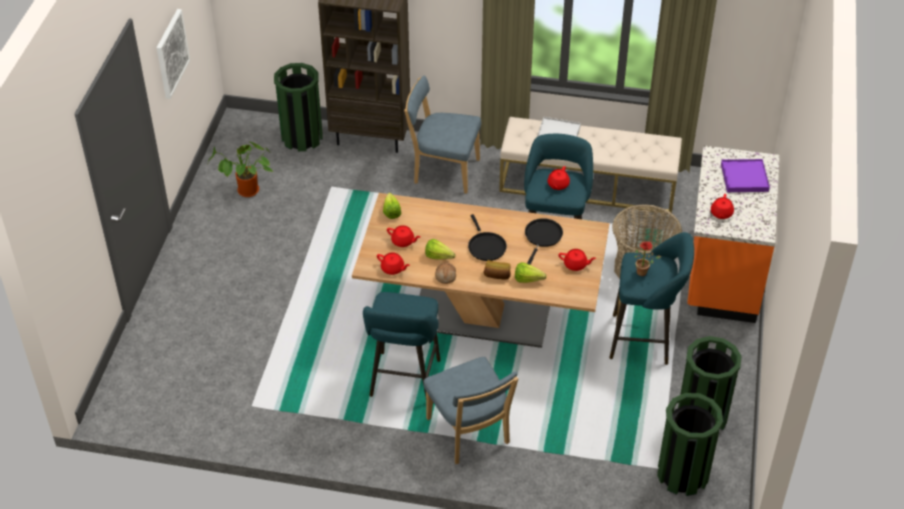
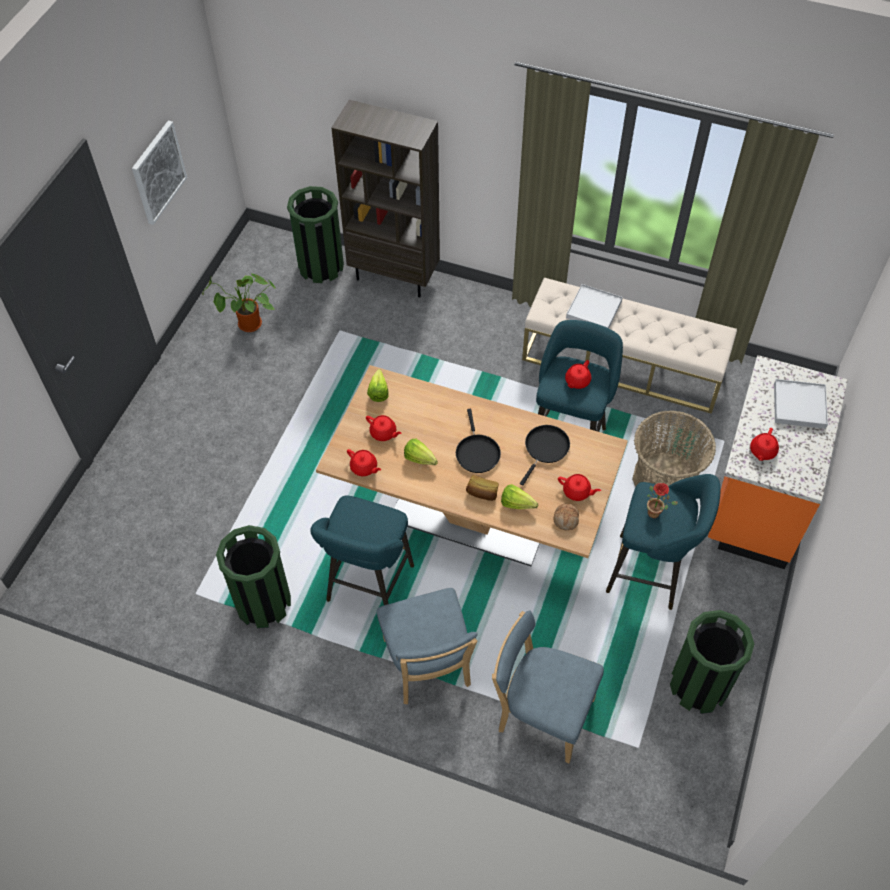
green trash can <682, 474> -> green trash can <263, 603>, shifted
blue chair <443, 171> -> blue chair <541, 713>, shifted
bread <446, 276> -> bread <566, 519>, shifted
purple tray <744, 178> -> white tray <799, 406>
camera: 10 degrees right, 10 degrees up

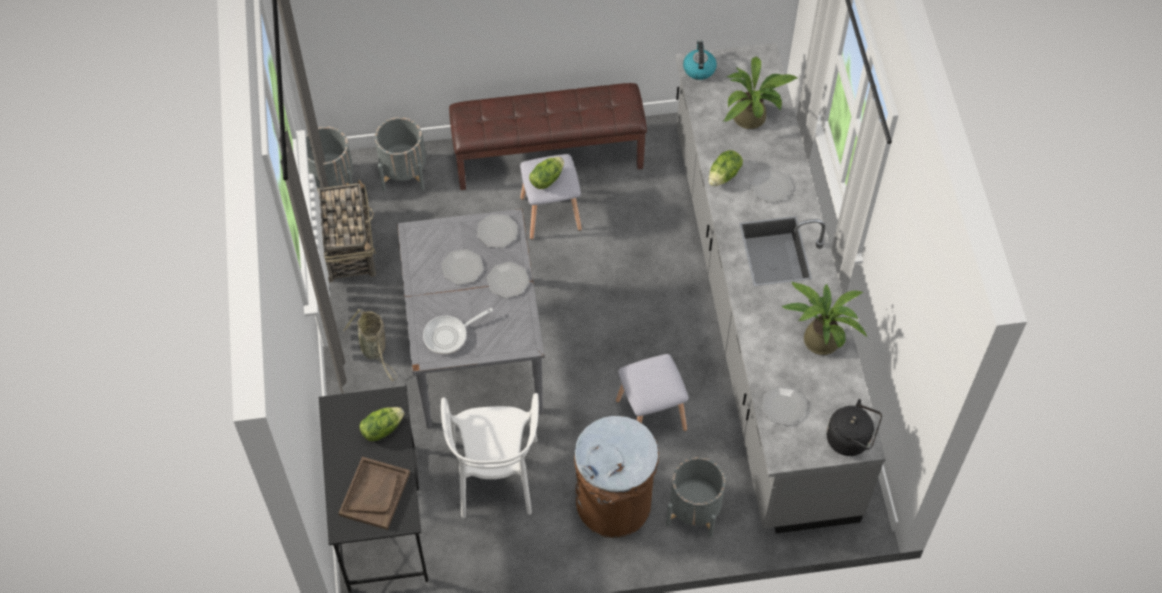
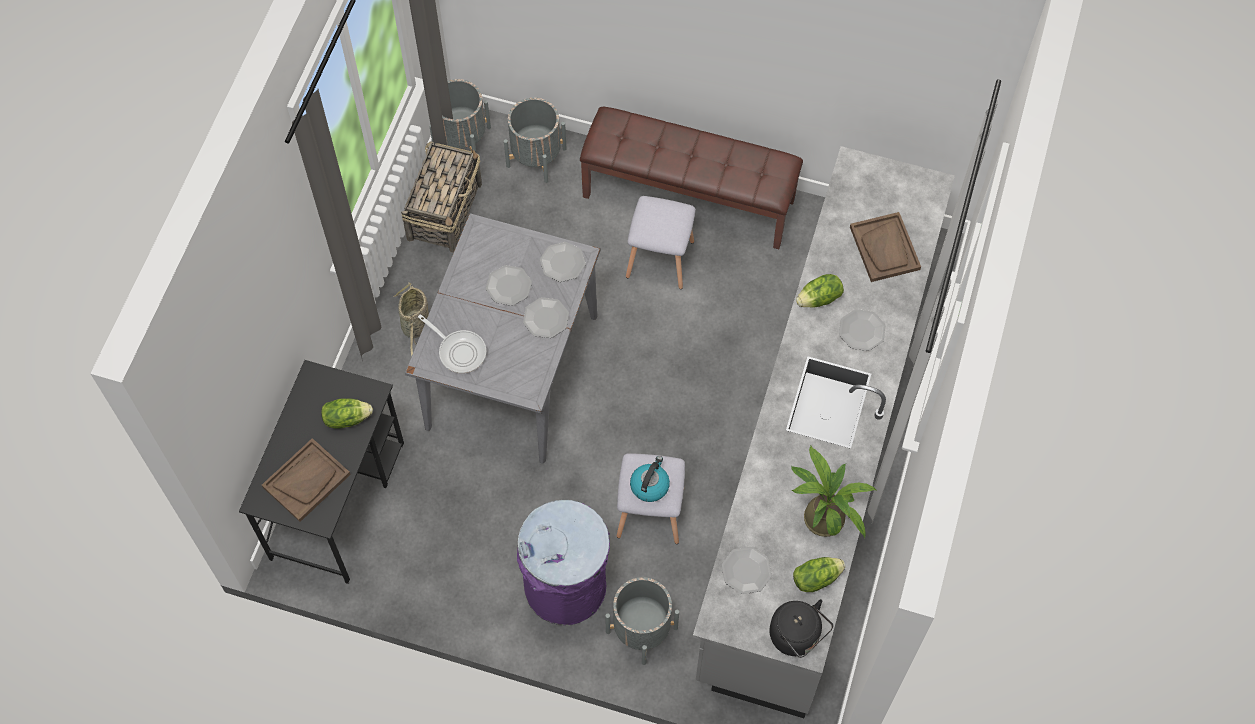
frying pan <449, 335> -> frying pan <459, 351>, 135 degrees counterclockwise
brown trash can <614, 503> -> purple trash can <566, 587>
kettle <699, 68> -> kettle <649, 485>, shifted
lettuce <546, 179> -> lettuce <816, 578>, shifted
potted plant <753, 118> -> brown tray <885, 248>
white chair <495, 476> -> none
camera: 25 degrees right, 5 degrees up

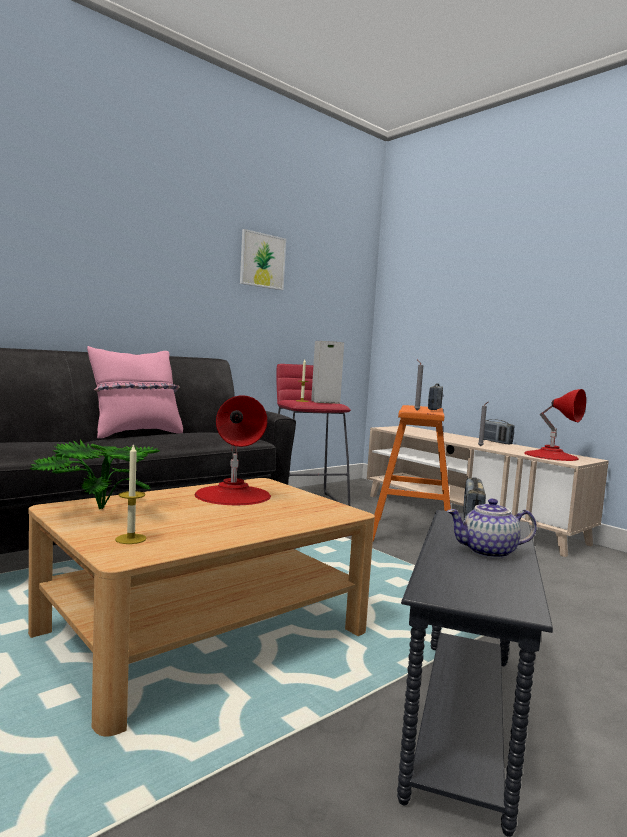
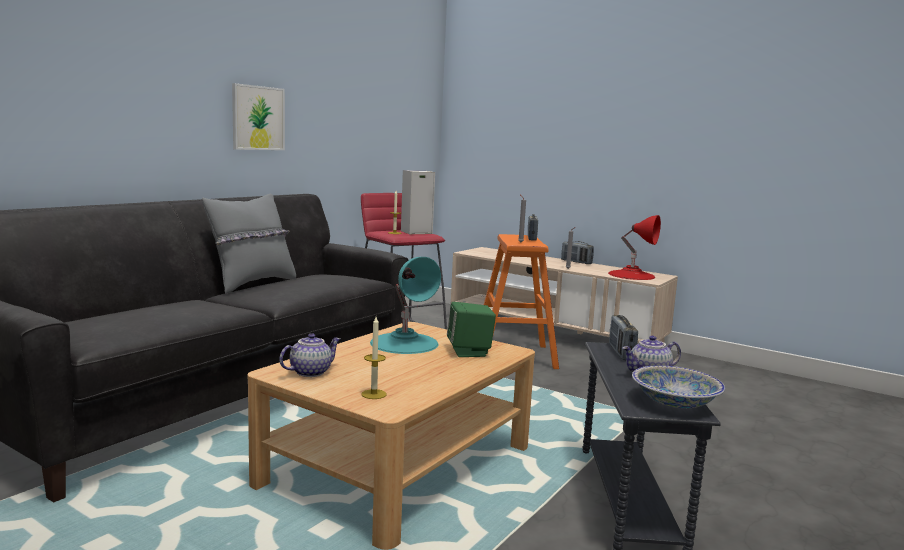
pink pillow <136, 434> -> grey pillow <252, 283>
picture <262, 260> -> picture <258, 118>, shifted
potted plant <95, 511> -> teapot <310, 372>
red table lamp <233, 495> -> turquoise table lamp <404, 343>
none -> green speaker <469, 352>
none -> bowl <674, 402>
camera: 15 degrees left, 5 degrees up

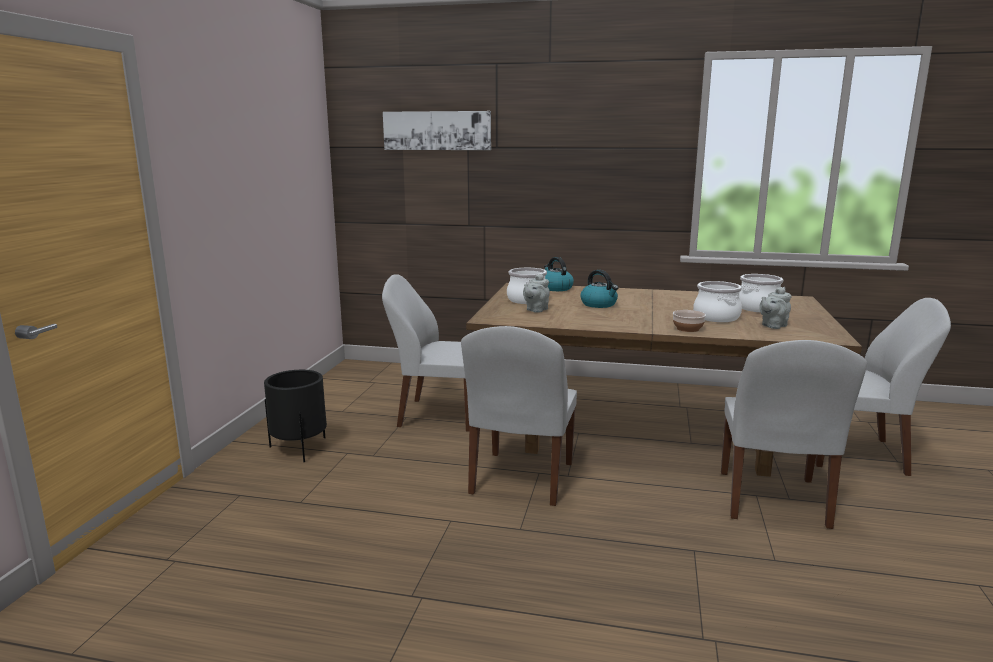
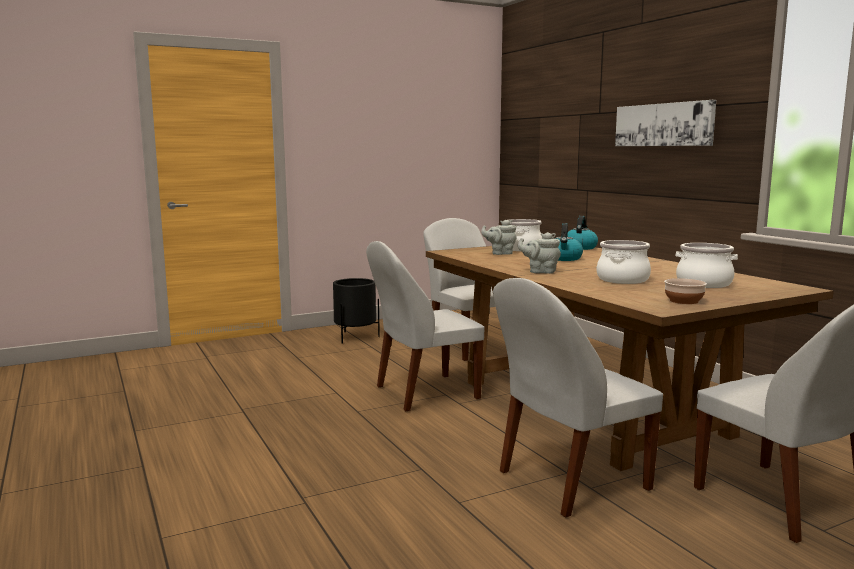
grey teapot <772, 326> -> grey teapot <540, 271>, shifted
picture <437, 130> -> picture <663, 125>, shifted
bowl <688, 329> -> bowl <683, 301>, shifted
camera: 50 degrees right, 5 degrees down

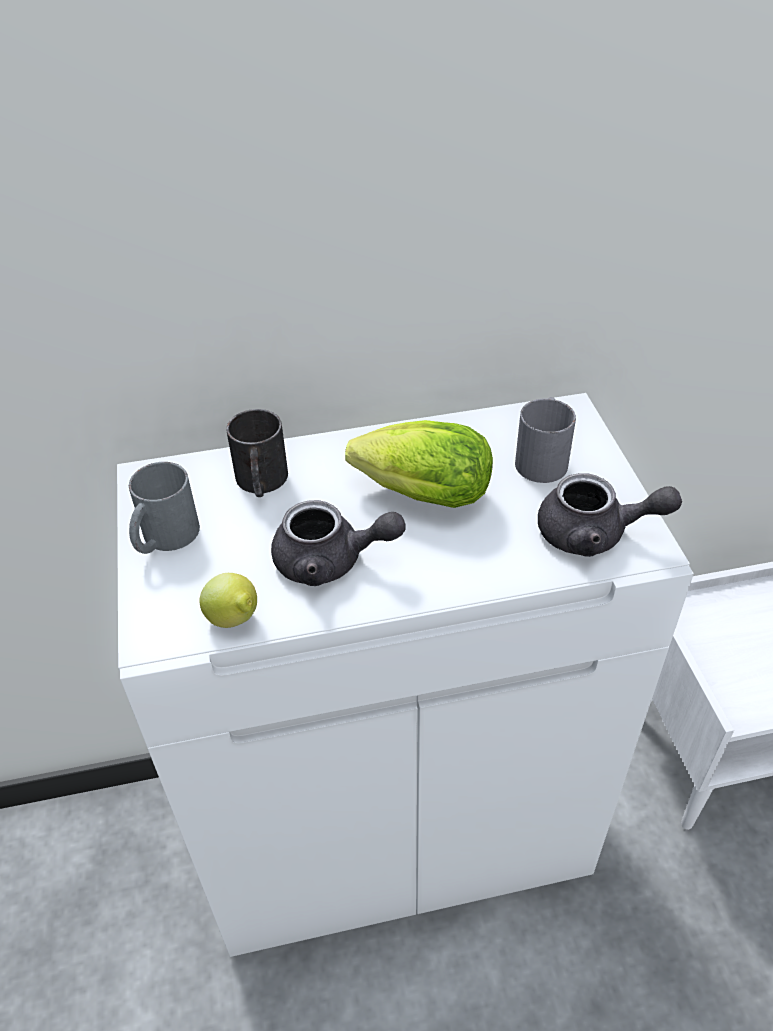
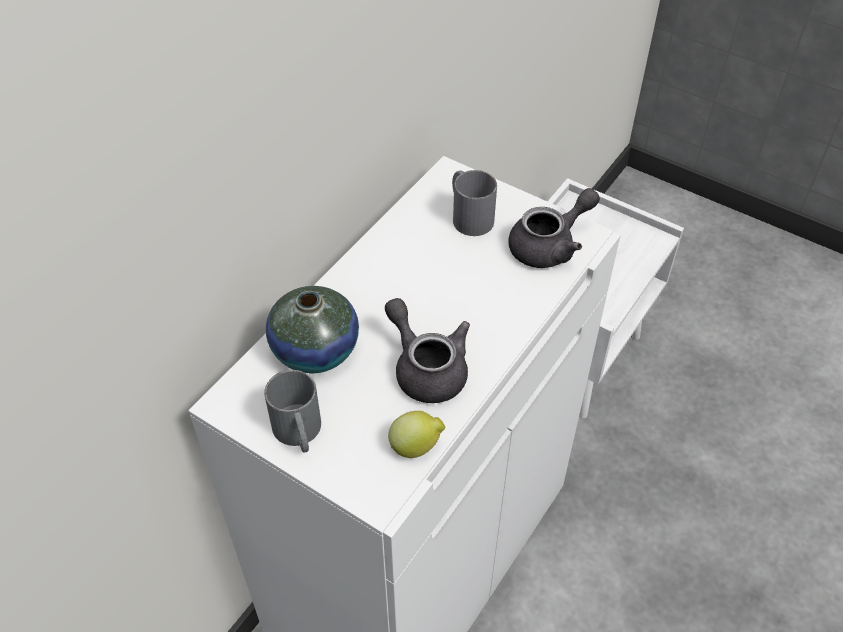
black mug <261, 483> -> vase <315, 350>
grey teapot <331, 561> -> grey teapot <426, 368>, 90 degrees counterclockwise
lettuce <416, 494> -> none
camera: 45 degrees left, 5 degrees up

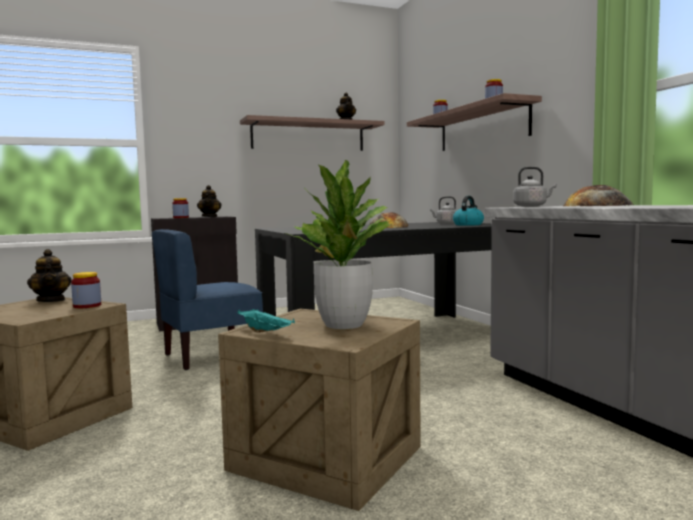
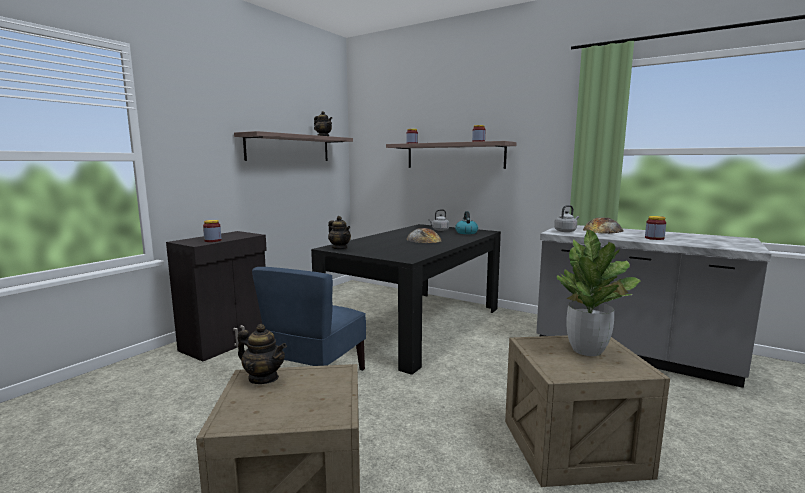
teapot <210, 217> -> teapot <339, 248>, shifted
jar <87, 306> -> jar <654, 238>, shifted
turquoise tray <266, 332> -> none
camera: 35 degrees left, 5 degrees up

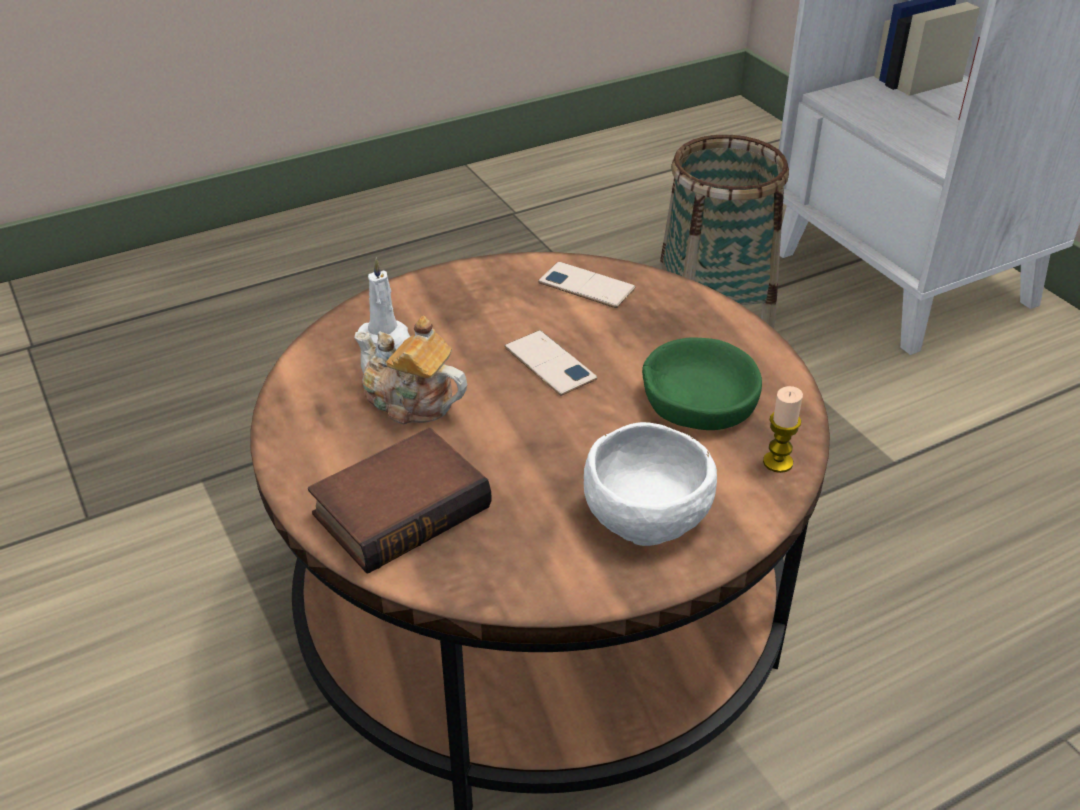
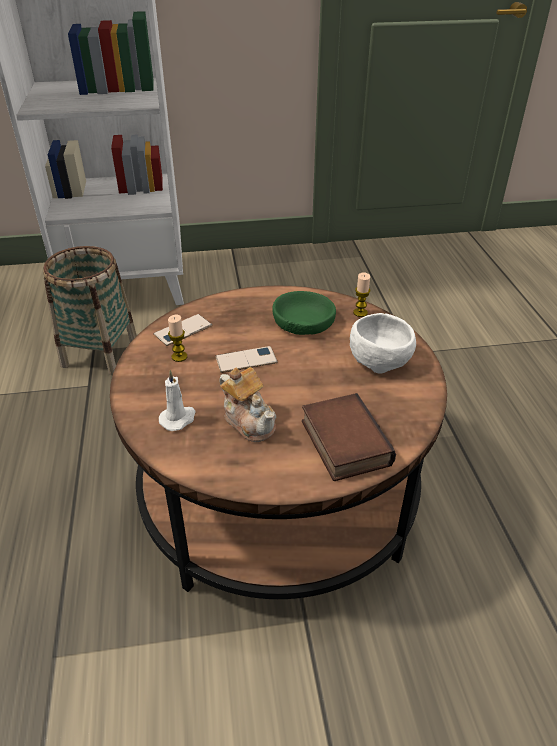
none -> candle <179, 357>
teapot <410, 402> -> teapot <249, 420>, 90 degrees counterclockwise
camera: 70 degrees left, 0 degrees up

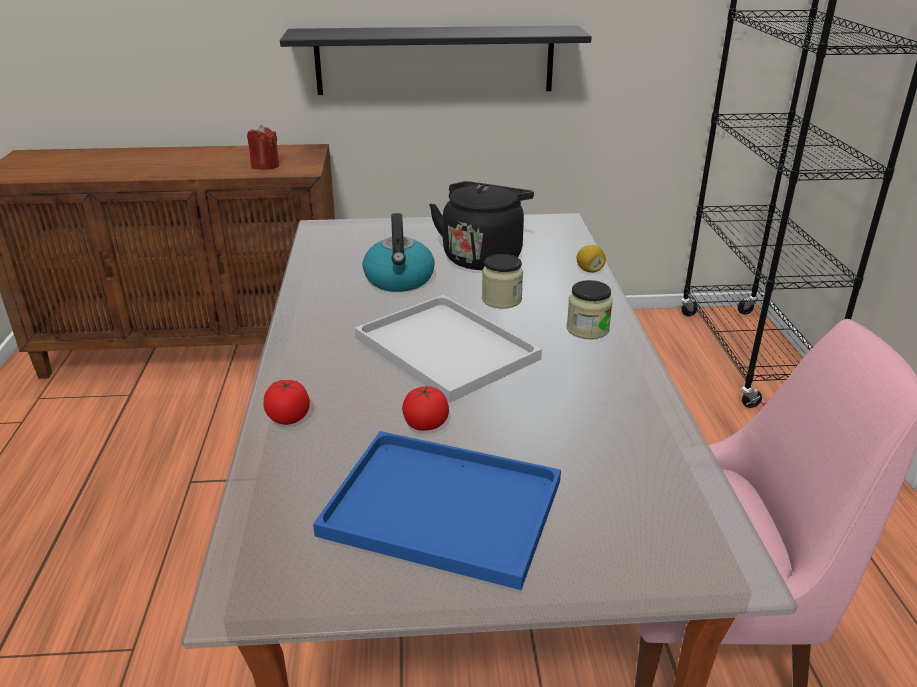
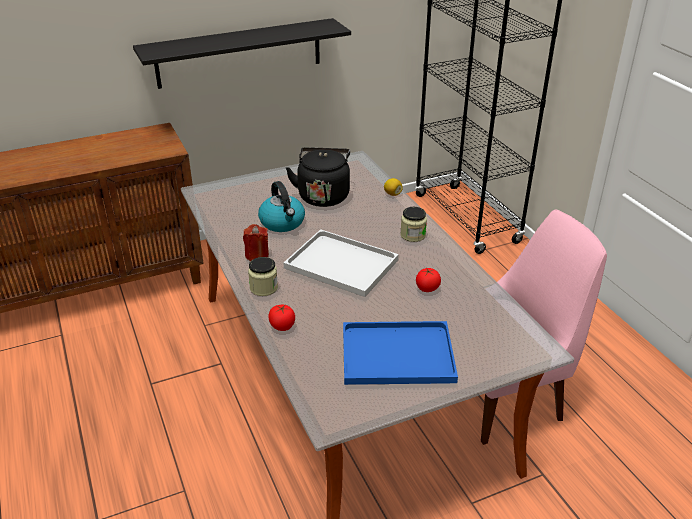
red candle <265, 165> -> red candle <257, 255>, shifted
jar <501, 300> -> jar <264, 288>, shifted
tomato <425, 424> -> tomato <427, 288>, shifted
camera: 20 degrees left, 5 degrees up

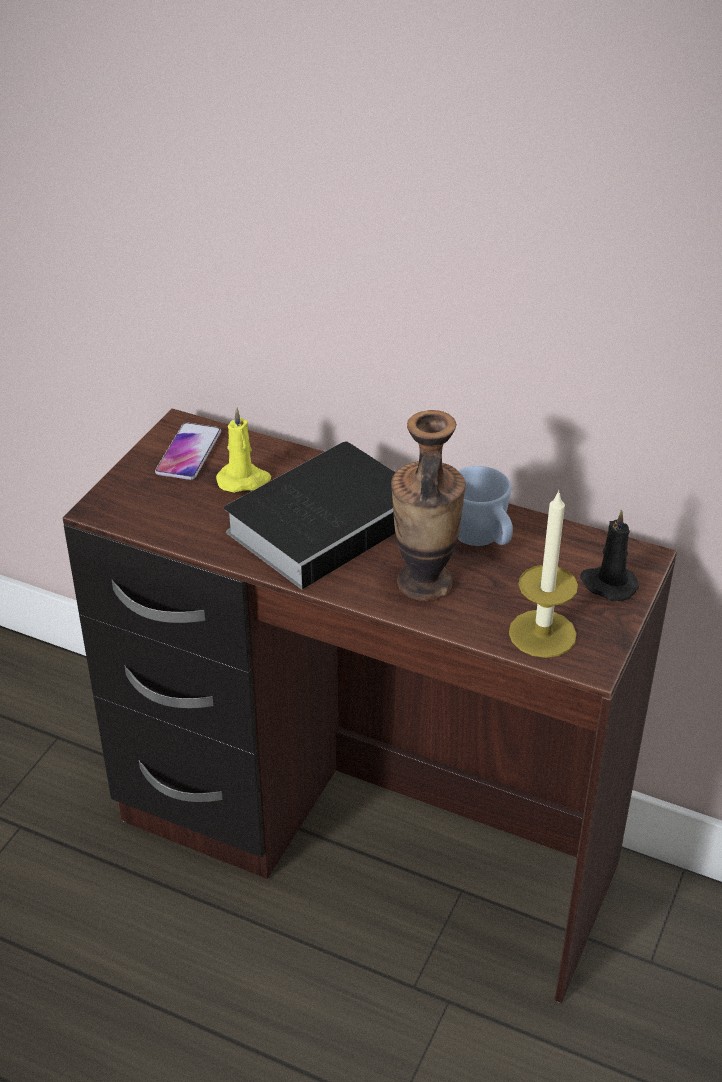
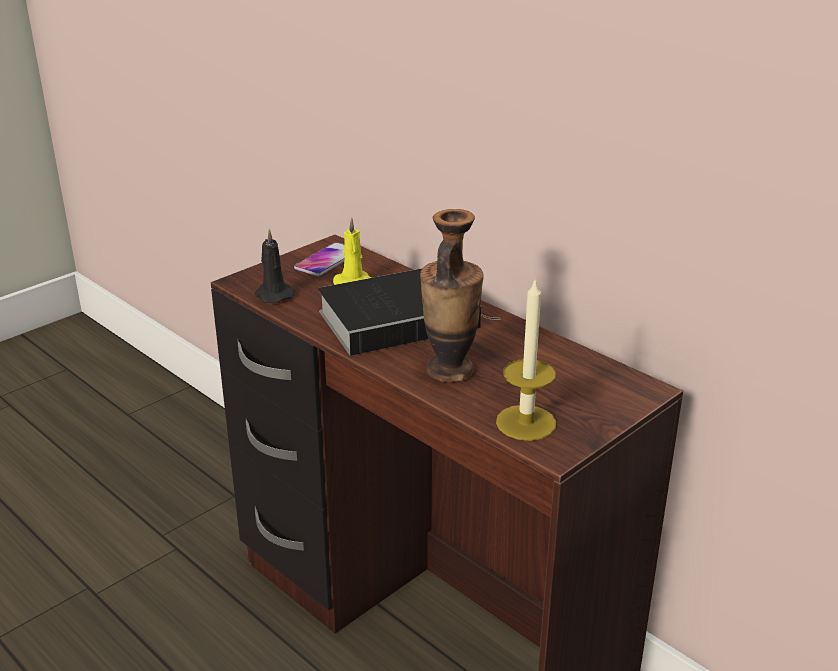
black candle <607, 584> -> black candle <273, 294>, shifted
blue mug <482, 539> -> none
camera: 20 degrees right, 10 degrees down

